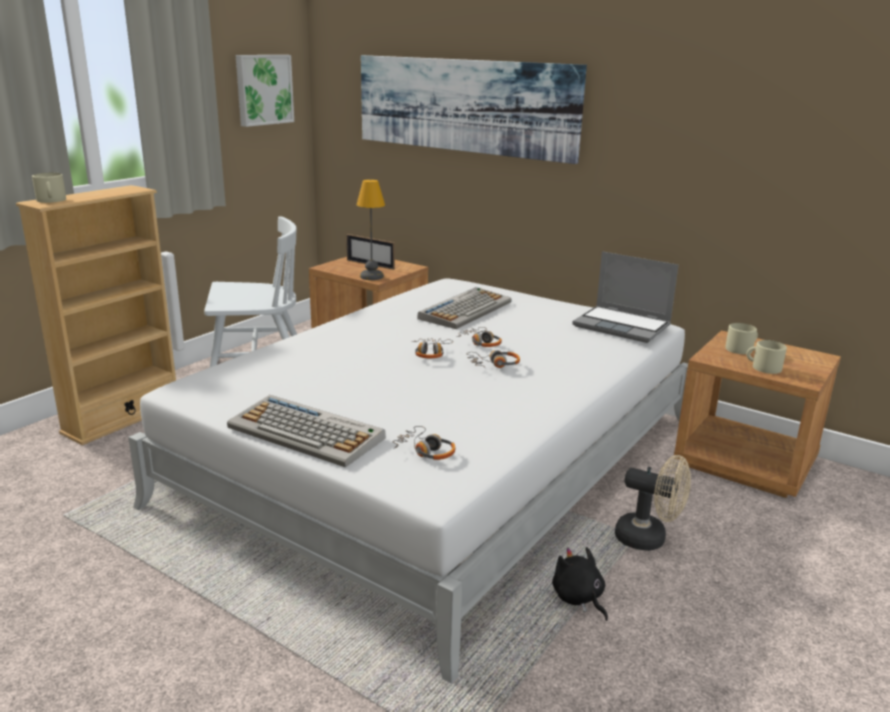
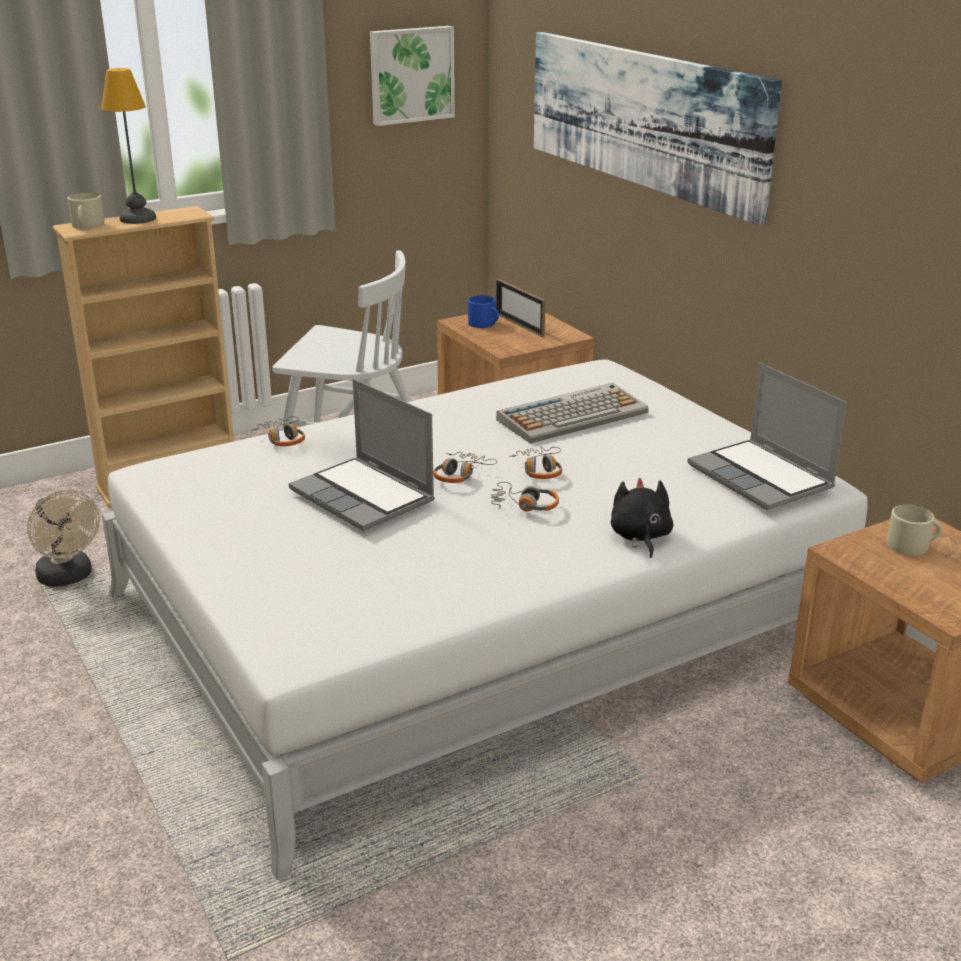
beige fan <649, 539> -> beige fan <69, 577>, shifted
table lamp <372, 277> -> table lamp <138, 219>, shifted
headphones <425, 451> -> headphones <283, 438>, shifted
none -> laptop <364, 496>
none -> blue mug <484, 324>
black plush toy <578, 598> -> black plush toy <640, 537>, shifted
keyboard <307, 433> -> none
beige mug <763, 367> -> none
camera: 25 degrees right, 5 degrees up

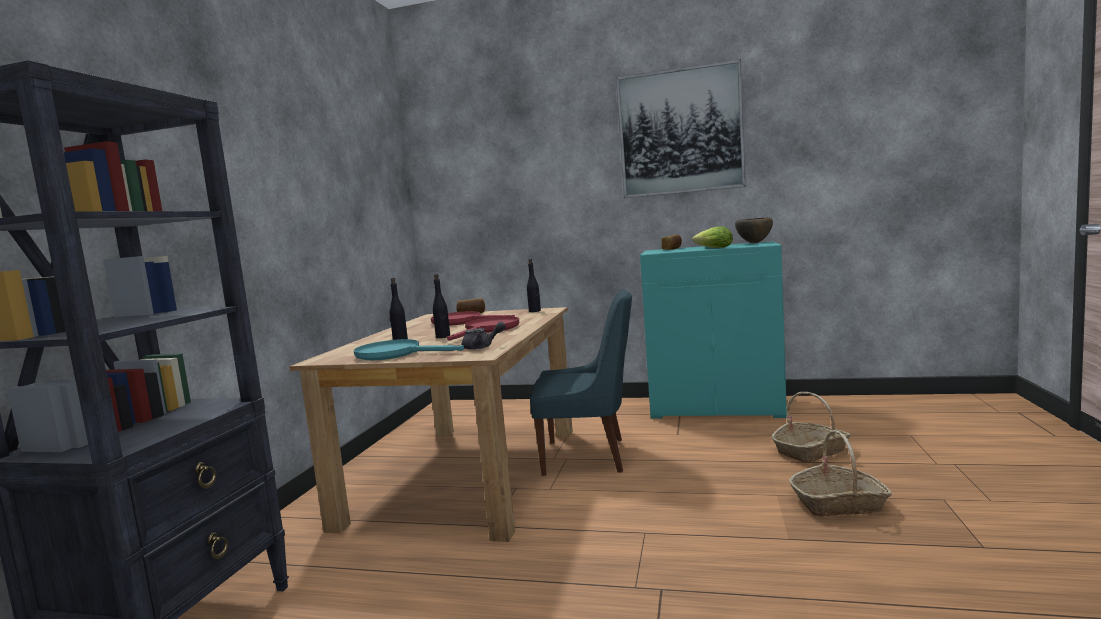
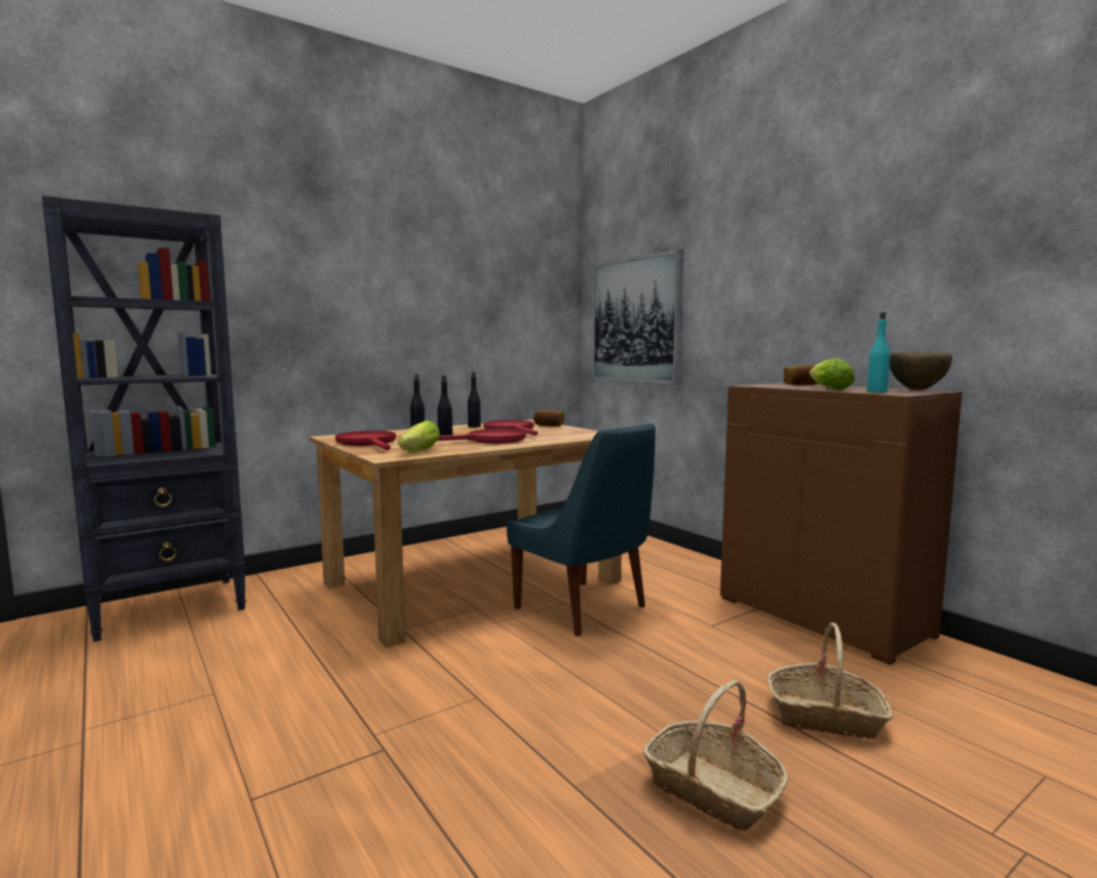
turquoise frying pan <396, 354> -> red frying pan <369, 443>
grey teapot <482, 347> -> lettuce <417, 452>
black bottle <535, 311> -> black bottle <474, 426>, shifted
picture <680, 132> -> picture <635, 320>, shifted
turquoise cabinet <716, 407> -> brown cabinet <824, 616>
none -> turquoise bottle <877, 391>
camera: 40 degrees right, 0 degrees up

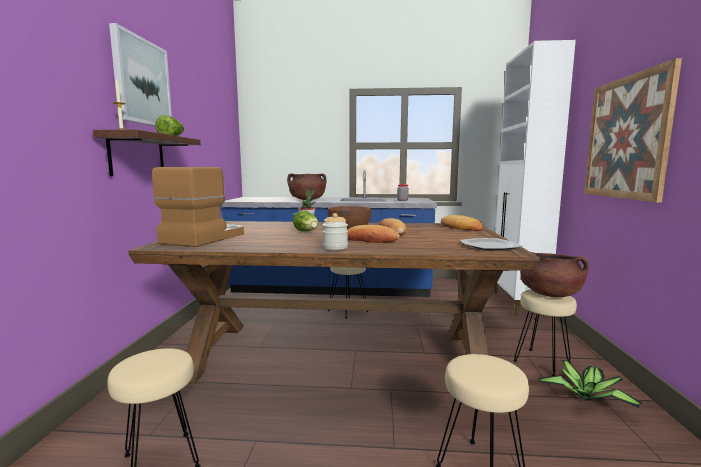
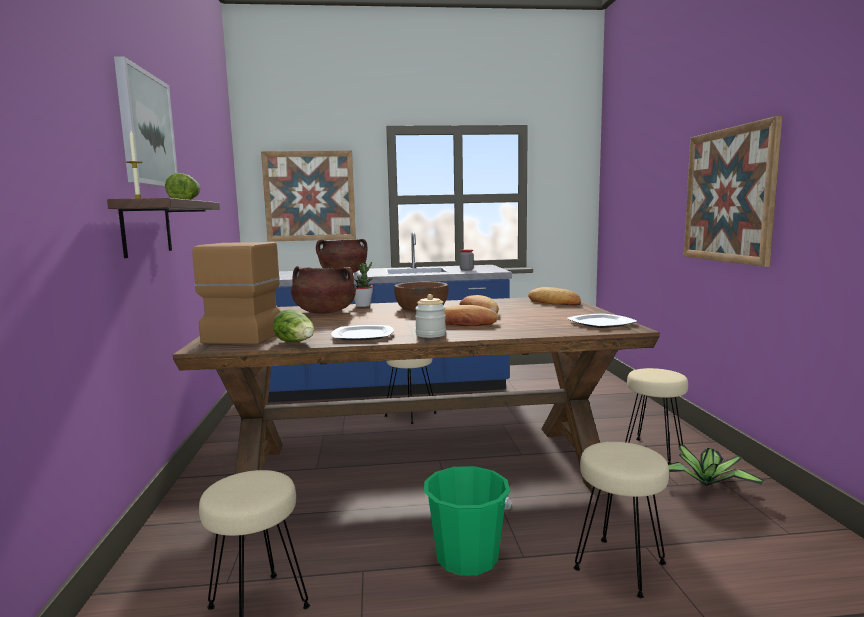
none -> picture <309, 196>
lettuce <307, 232> -> lettuce <297, 343>, shifted
brown cooking pot <550, 294> -> brown cooking pot <324, 312>, shifted
none -> plate <362, 335>
none -> green bucket <467, 557>
white cabinet <518, 304> -> none
camera: 10 degrees left, 0 degrees up

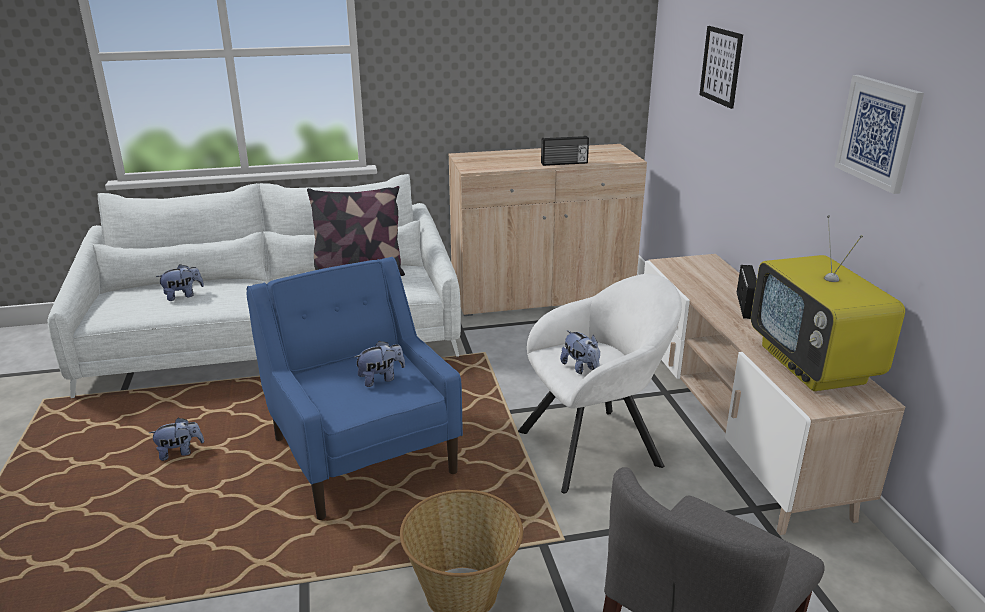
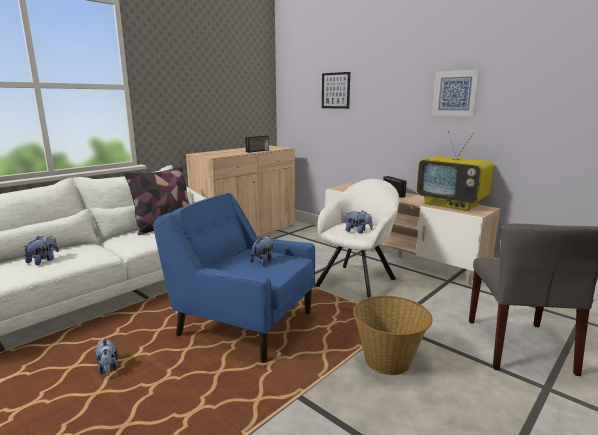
plush toy <180, 452> -> plush toy <108, 368>, 120 degrees clockwise
camera: 35 degrees left, 10 degrees down

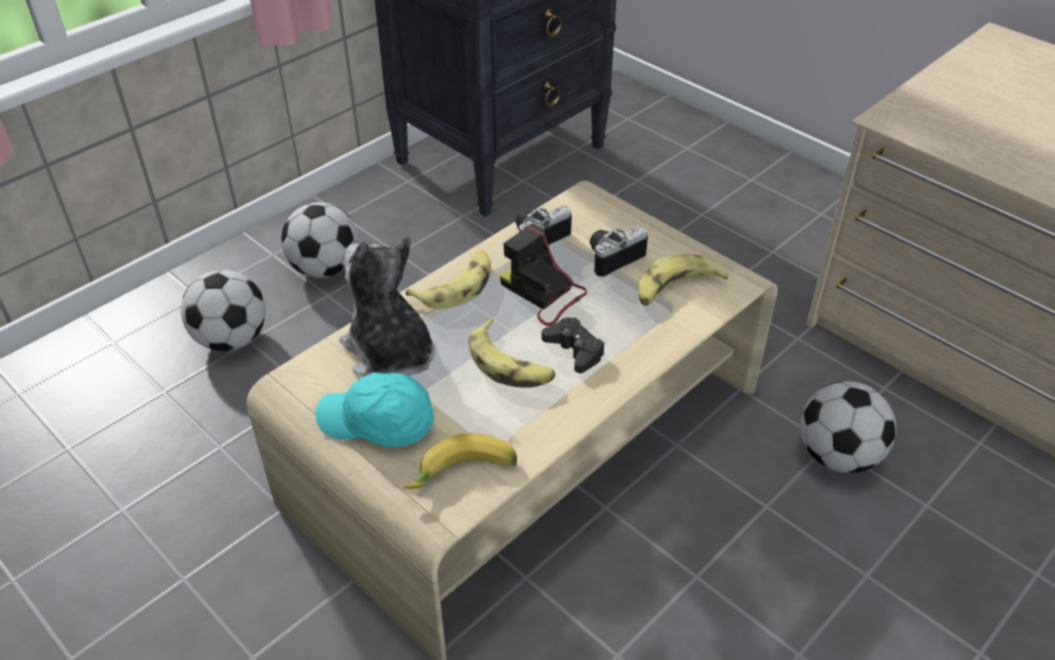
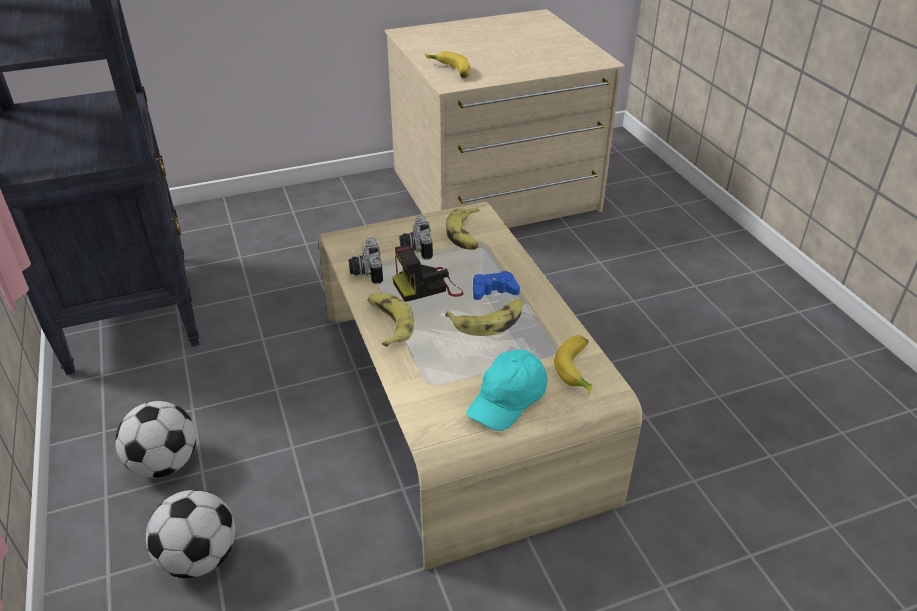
none -> banana <448, 71>
black game controller <574, 350> -> blue game controller <493, 291>
plush toy <390, 355> -> none
football <838, 456> -> none
camera: 65 degrees left, 5 degrees down

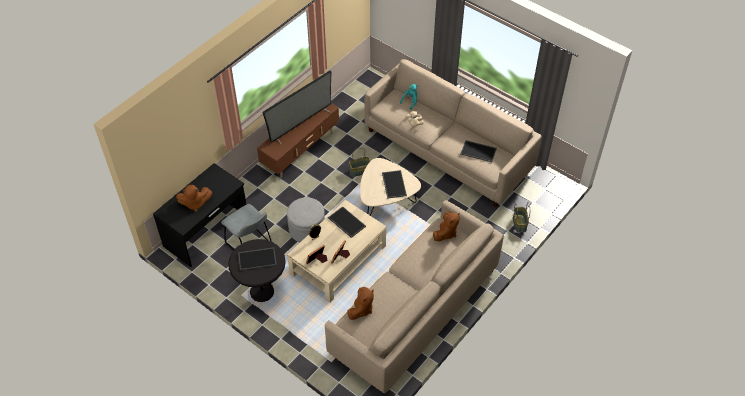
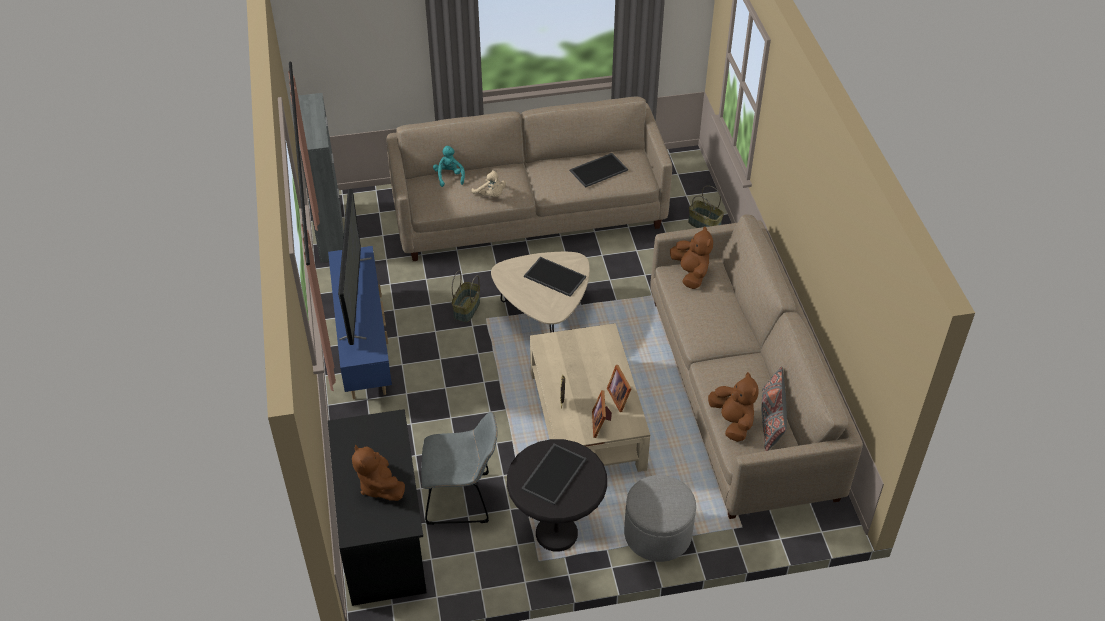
none -> grey cabinet <330, 232>
brown tv stand <301, 151> -> blue tv stand <364, 346>
brown plush toy <195, 203> -> brown plush toy <379, 486>, 120 degrees clockwise
grey ottoman <307, 229> -> grey ottoman <657, 534>, shifted
none -> grey pillow <771, 420>
tray <346, 222> -> none
camera: 50 degrees left, 5 degrees down

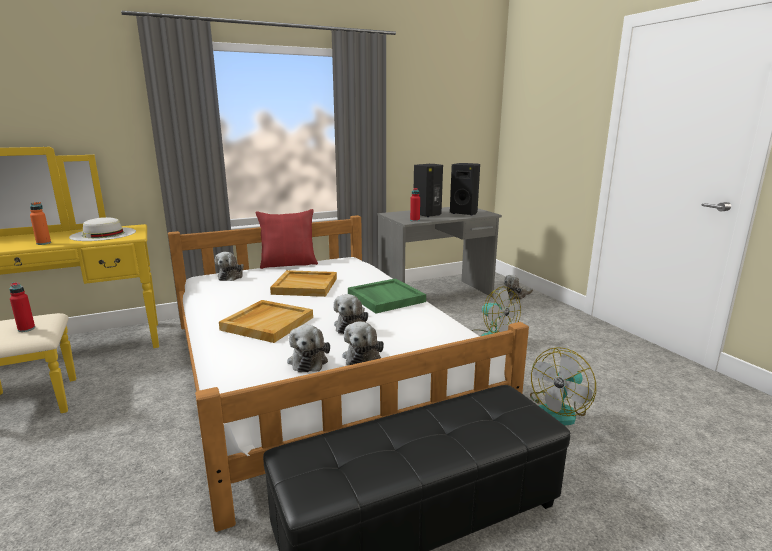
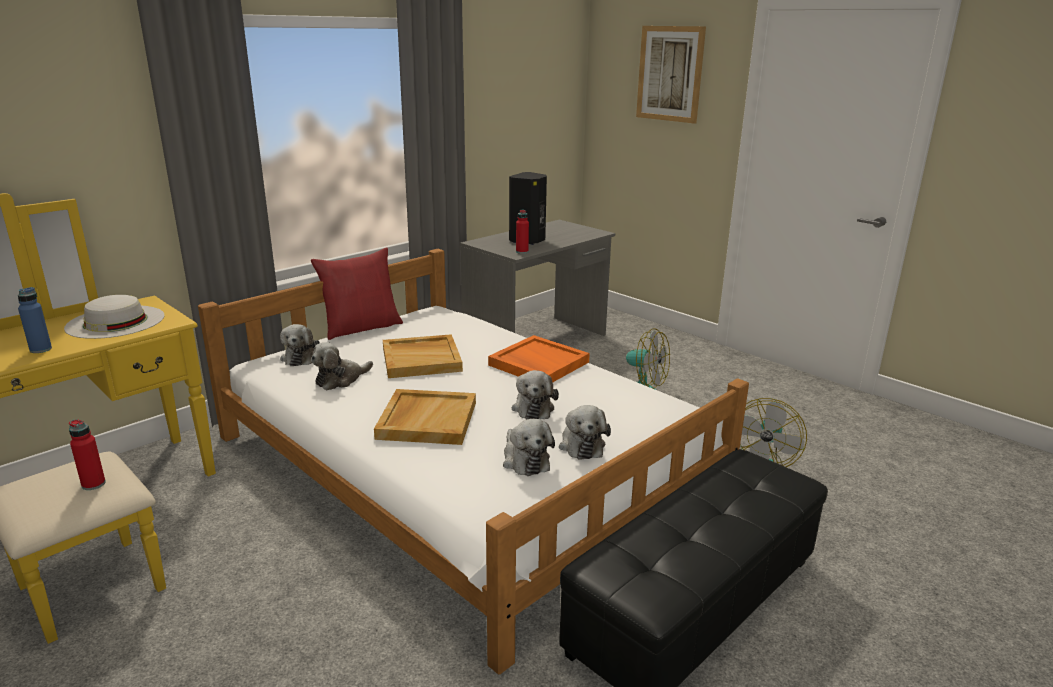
orange bottle <43, 243> -> blue bottle <41, 349>
plush toy <516, 296> -> plush toy <340, 379>, shifted
green tray <385, 298> -> orange tray <537, 363>
none -> picture <670, 74>
black speaker <464, 213> -> none
camera: 20 degrees left, 5 degrees up

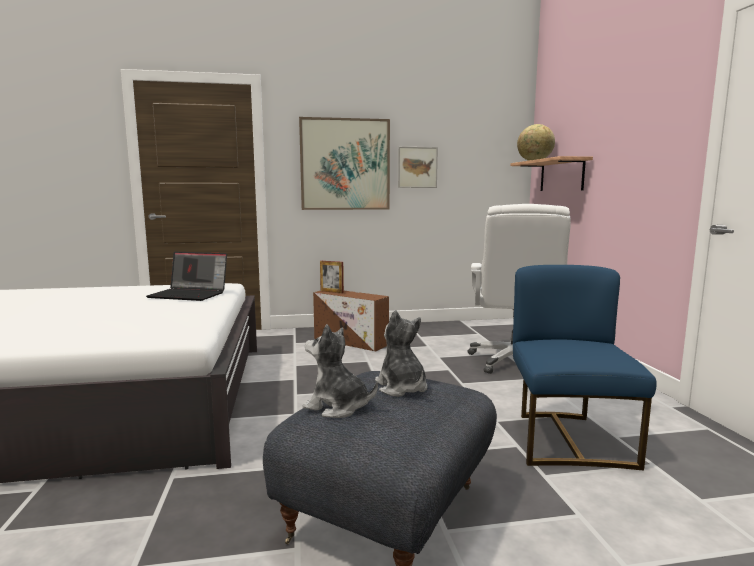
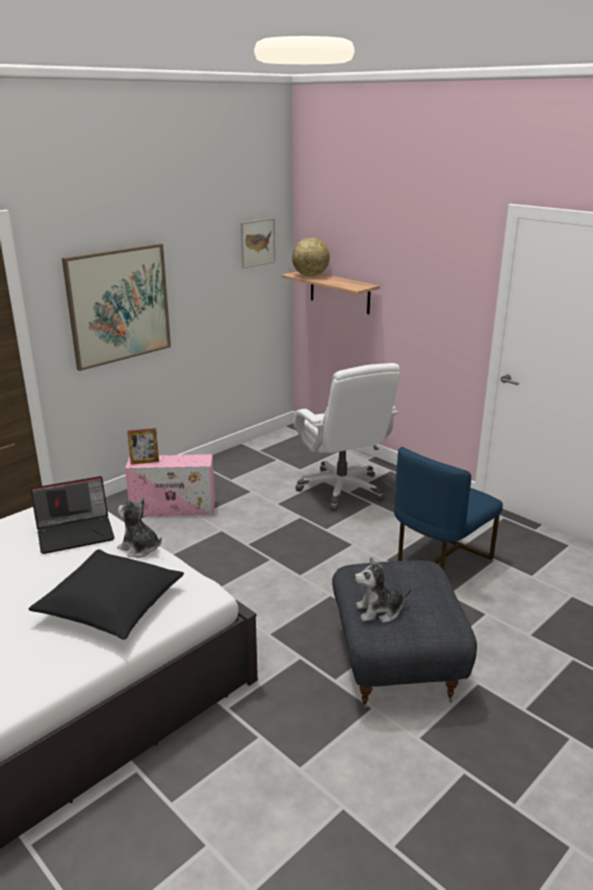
none -> black pillow <111, 604>
plush toy <401, 388> -> plush toy <140, 548>, shifted
brown storage box <351, 342> -> pink storage box <174, 508>
picture <417, 167> -> picture <257, 242>, shifted
blue chair <567, 439> -> blue chair <439, 559>, 105 degrees counterclockwise
camera: 35 degrees left, 15 degrees up

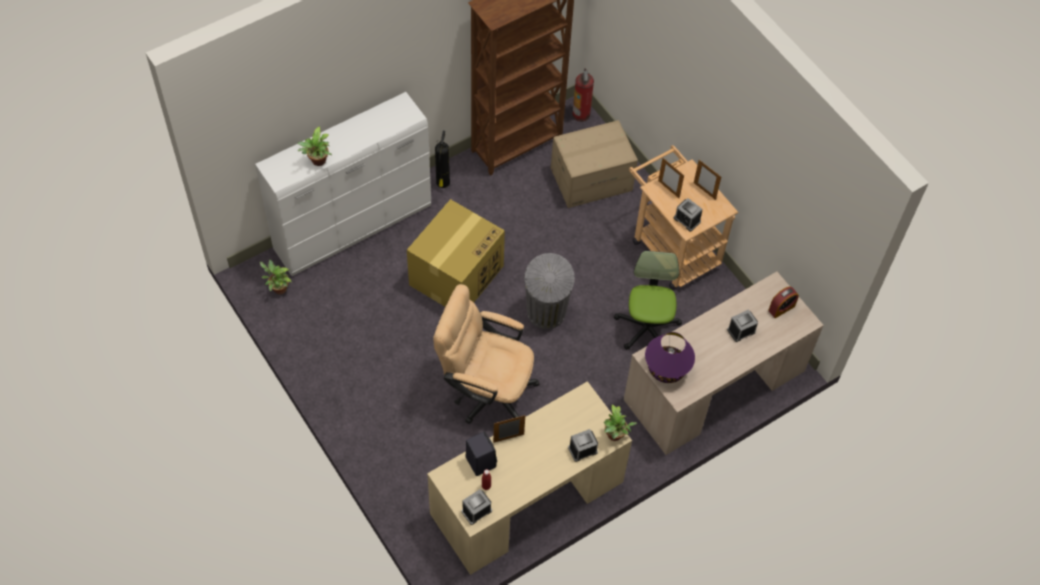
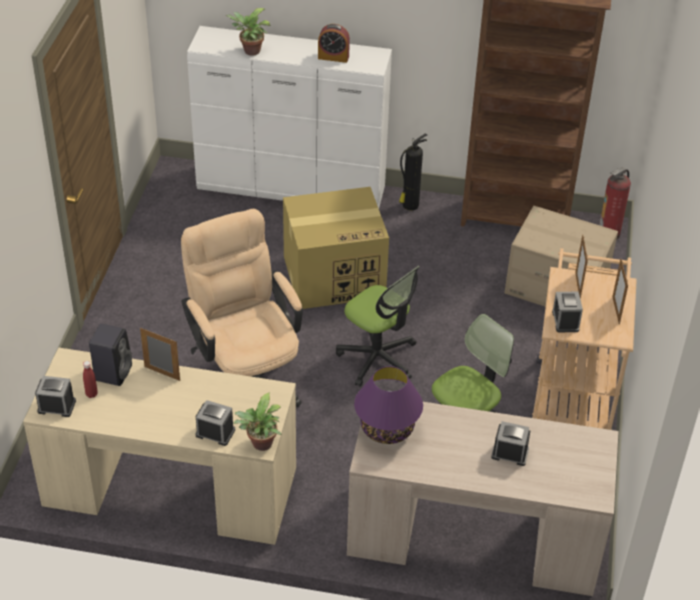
alarm clock <781, 308> -> alarm clock <333, 57>, shifted
grey trash can <546, 314> -> office chair <378, 358>
potted plant <278, 289> -> none
camera: 45 degrees right, 15 degrees down

